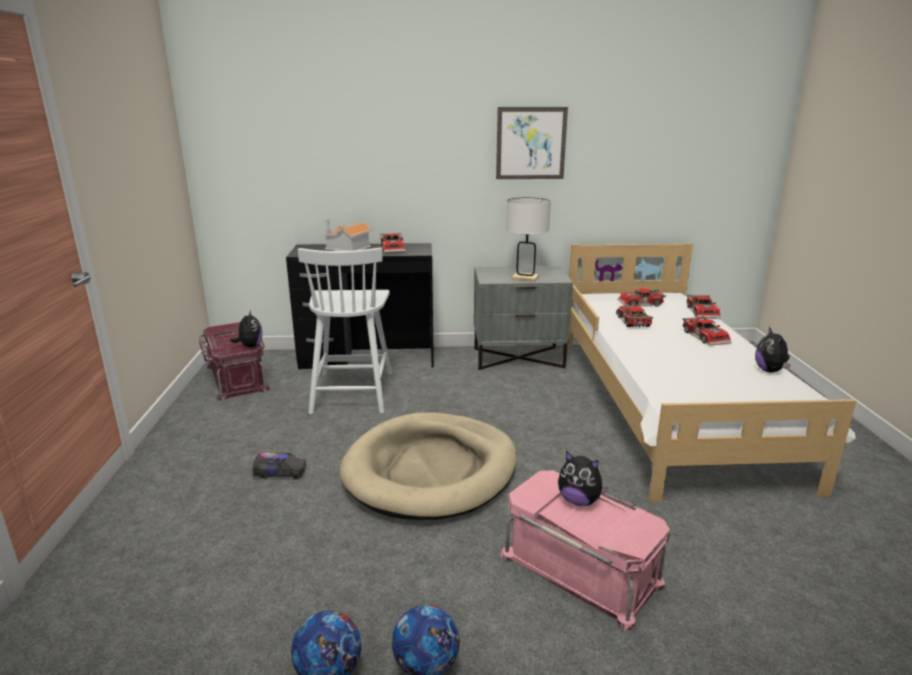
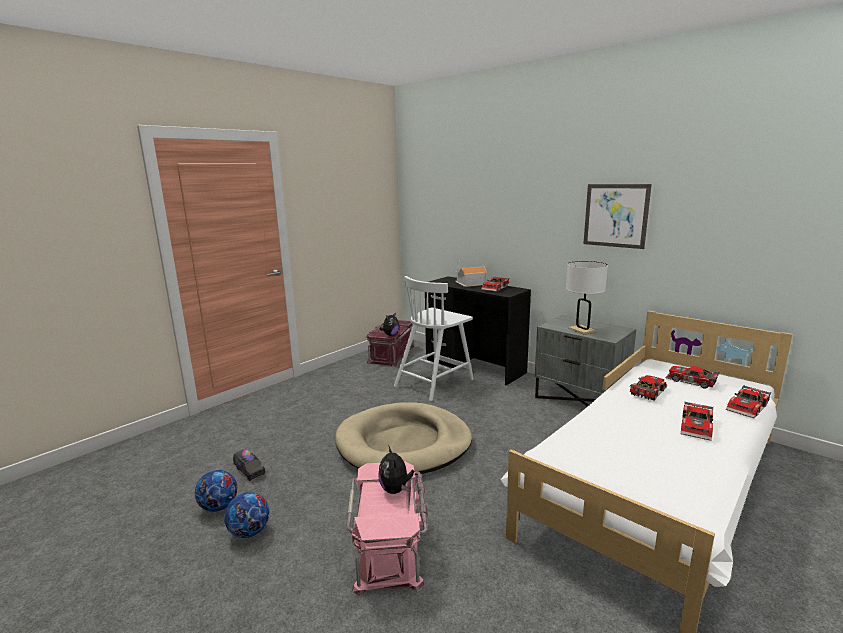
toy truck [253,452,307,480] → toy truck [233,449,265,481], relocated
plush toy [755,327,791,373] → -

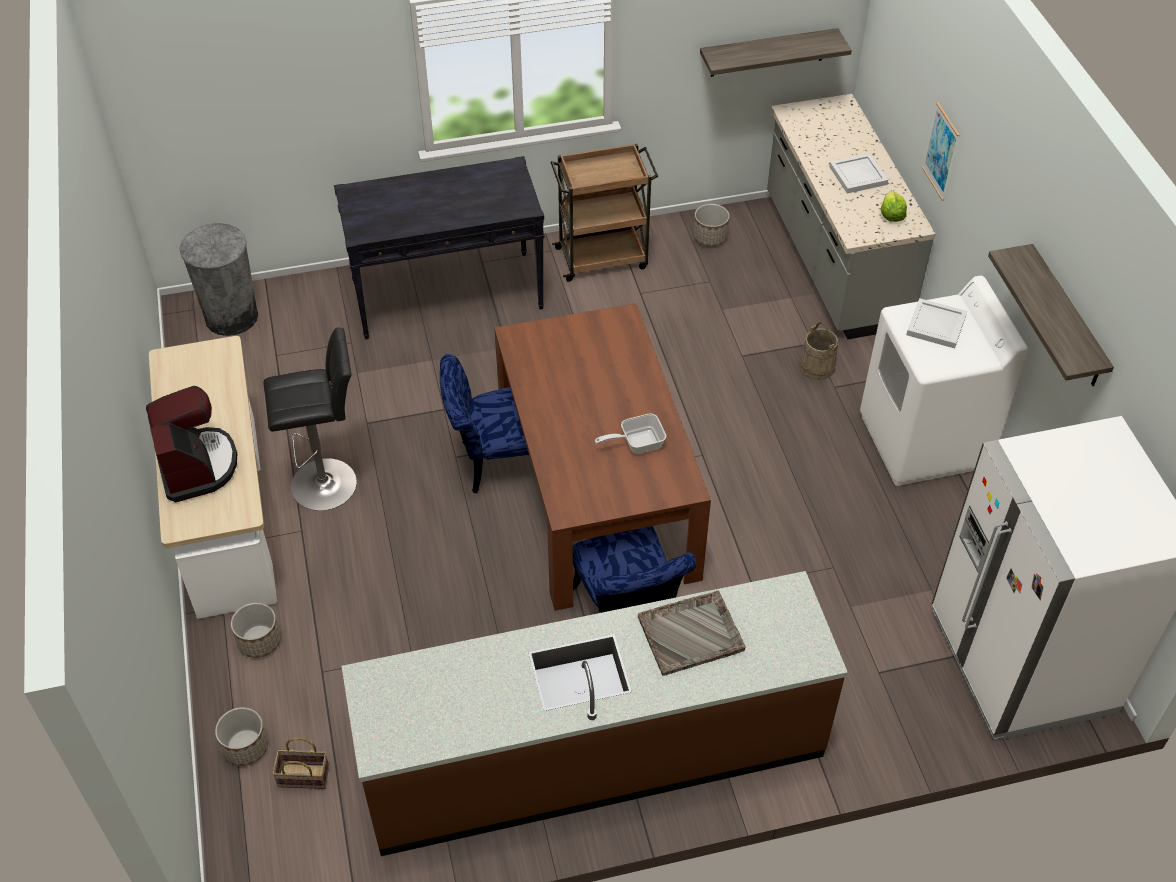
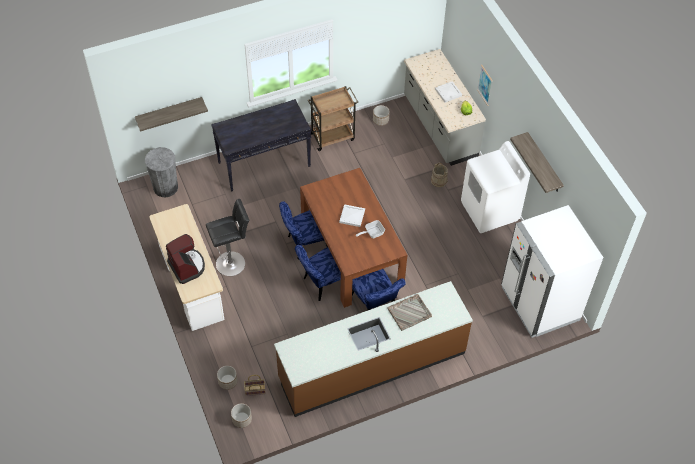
planter [231,603,281,658] → planter [231,403,252,428], relocated
shelf [700,28,852,77] → shelf [135,97,208,132], relocated
white tray [906,298,967,349] → white tray [339,204,365,227], relocated
- → blue chair [295,245,341,301]

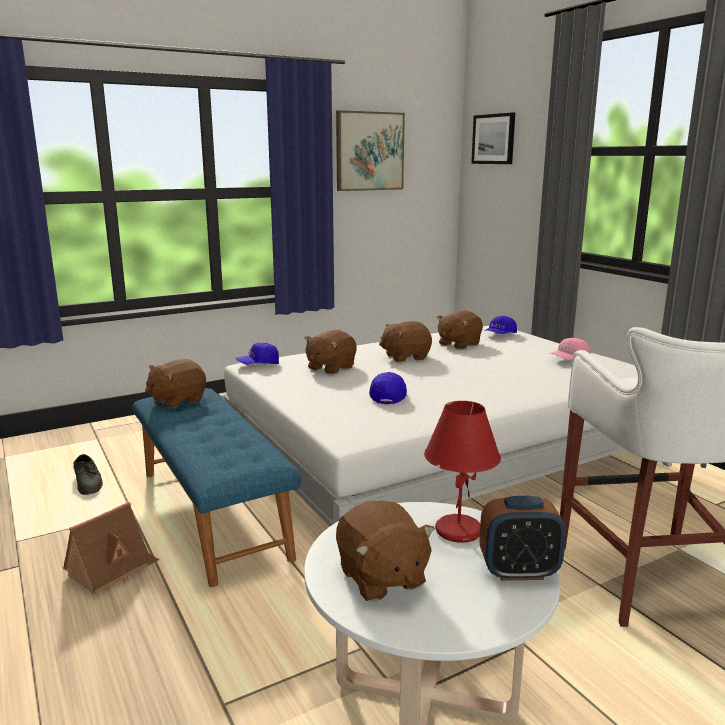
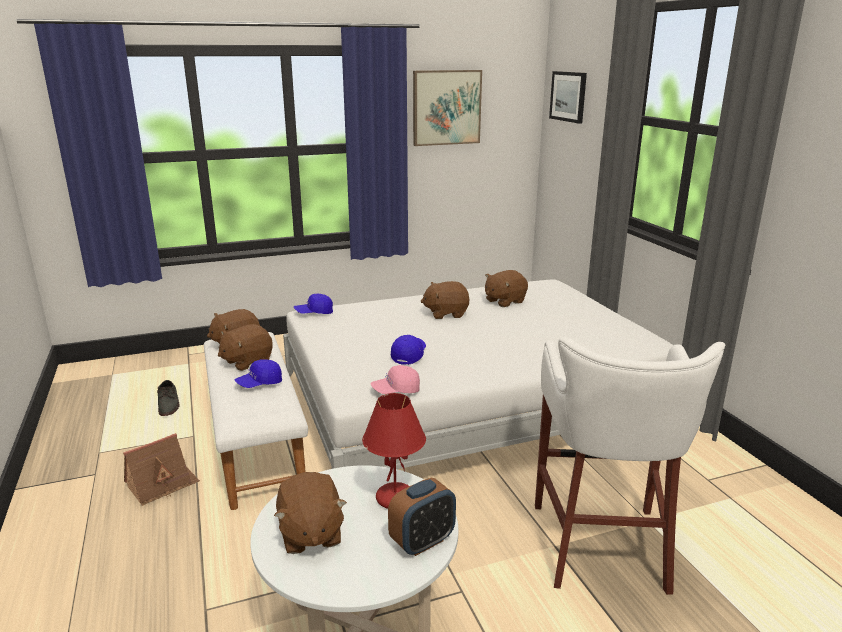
blue bench [133,388,302,587] → white bench [204,332,308,510]
brown plush toy [304,330,357,375] → brown plush toy [218,324,273,371], relocated
alarm clock [479,496,566,581] → alarm clock [388,478,456,556], 45 degrees counterclockwise
blue cap [484,316,517,334] → blue cap [234,359,282,388], relocated
pink cap [549,338,591,360] → pink cap [370,365,420,394], relocated

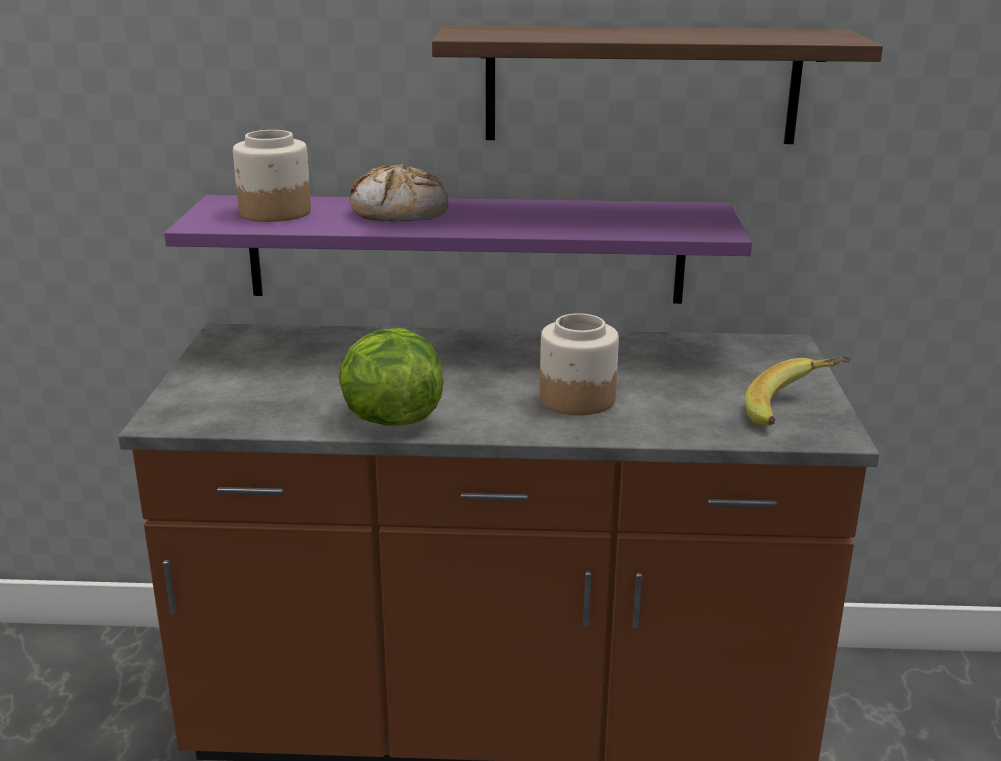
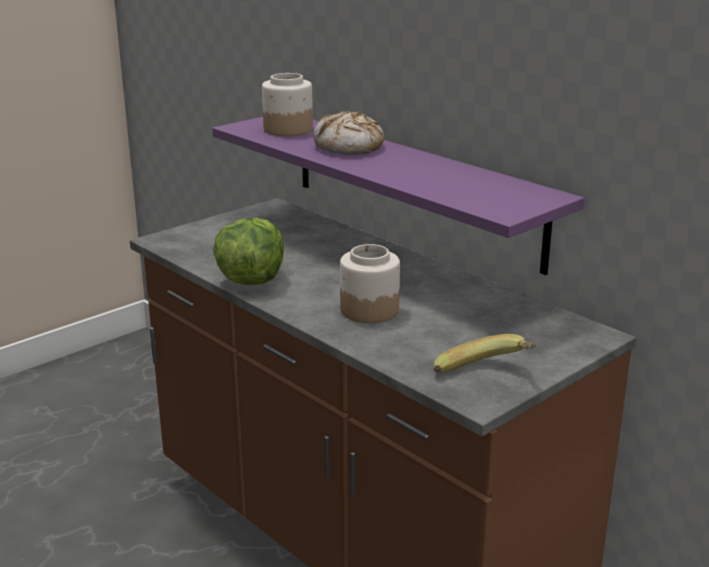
shelf [432,25,883,144] → -

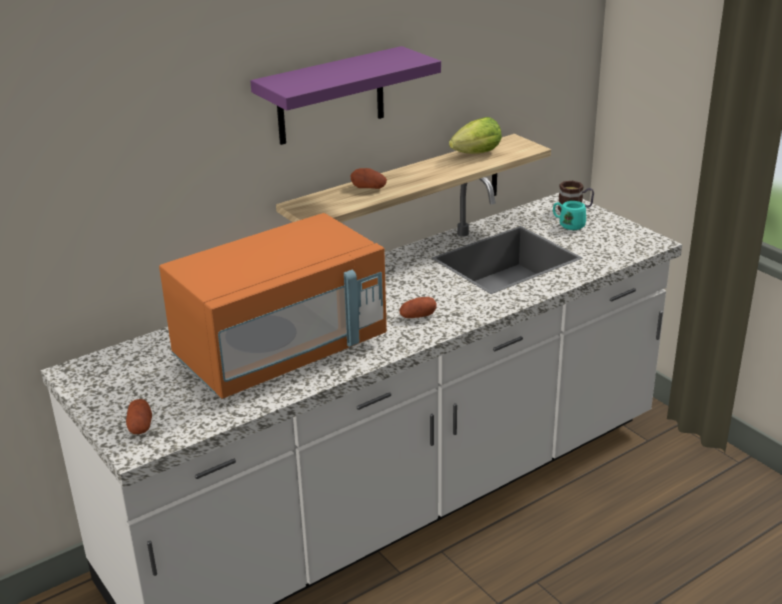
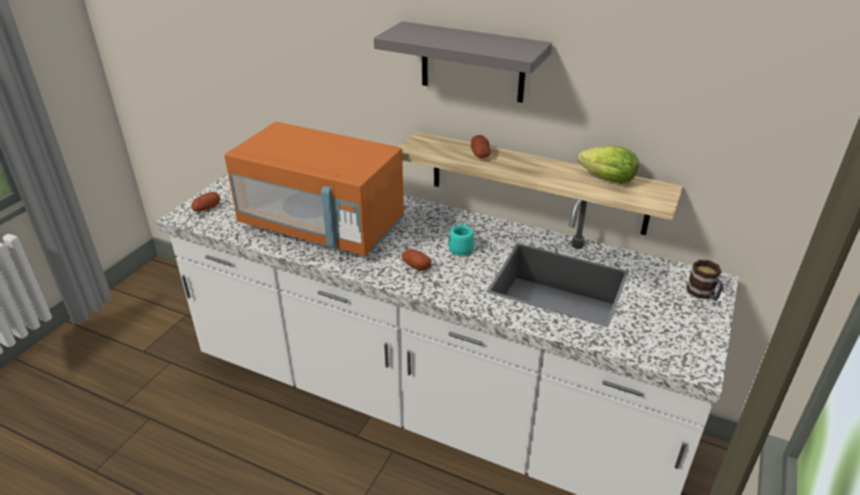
purple shelf [250,46,441,145] → grey shelf [374,21,552,103]
turquoise mug [553,201,586,230] → turquoise mug [448,222,475,256], relocated

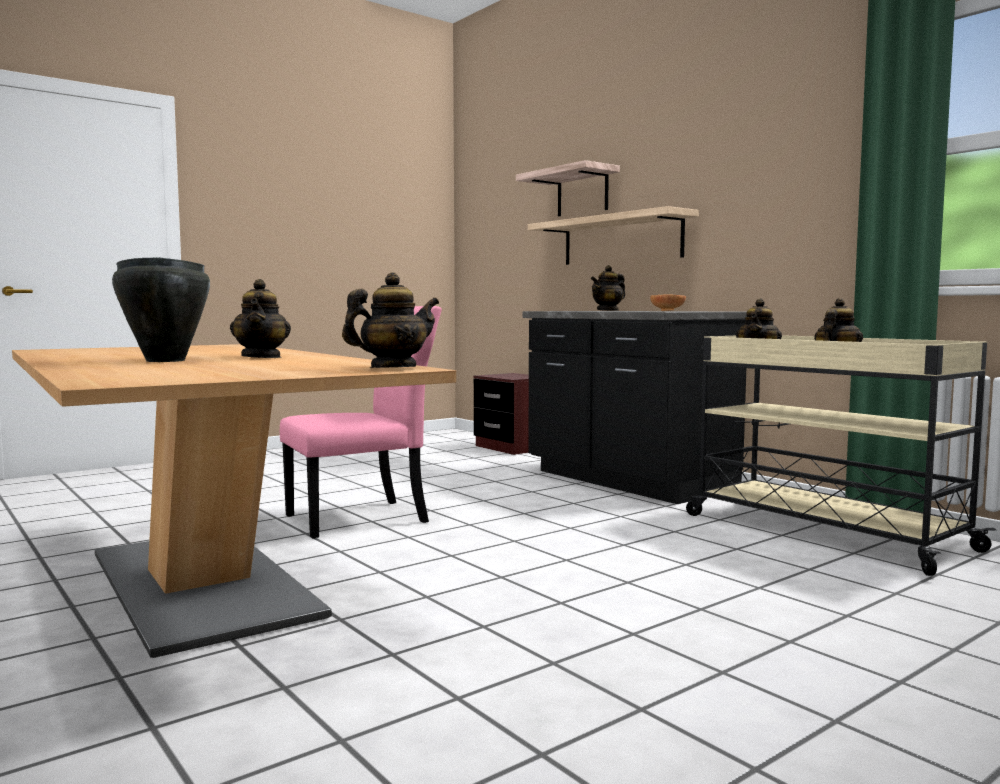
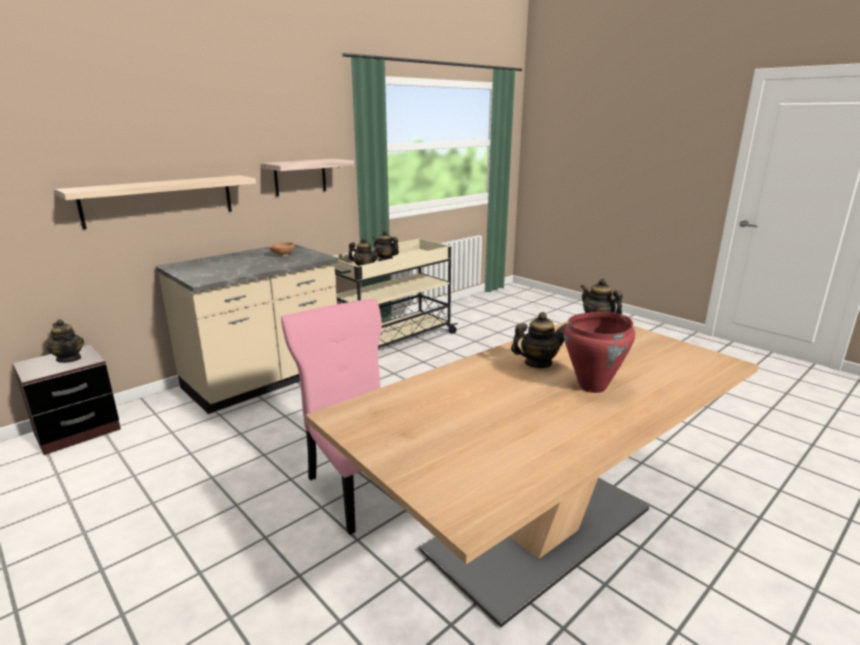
black cooking pot [112,257,210,362] → red cooking pot [563,312,635,393]
shelf [516,160,620,216] → shelf [261,159,354,196], relocated
black counter [523,311,747,504] → beige counter [156,244,338,414]
teapot [591,265,625,311] → teapot [46,319,84,363], relocated

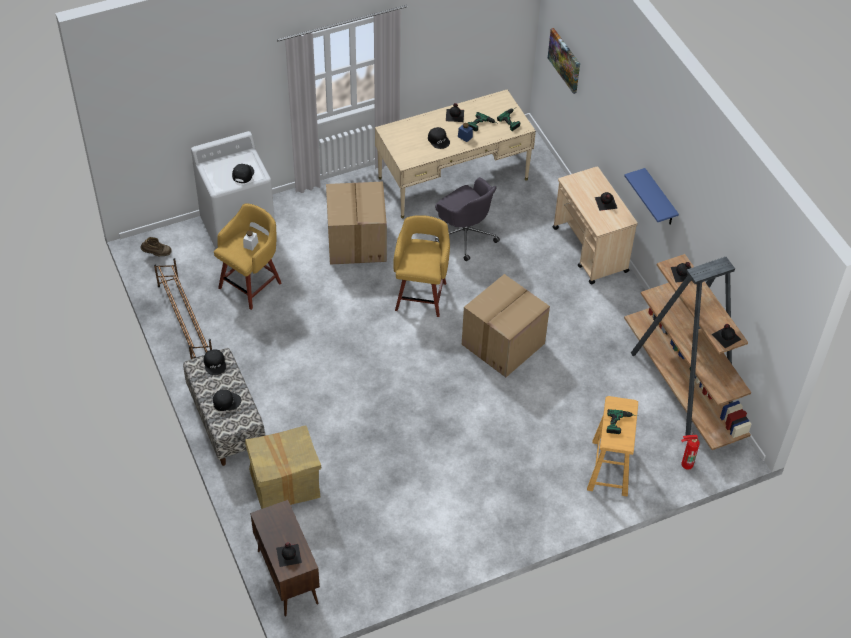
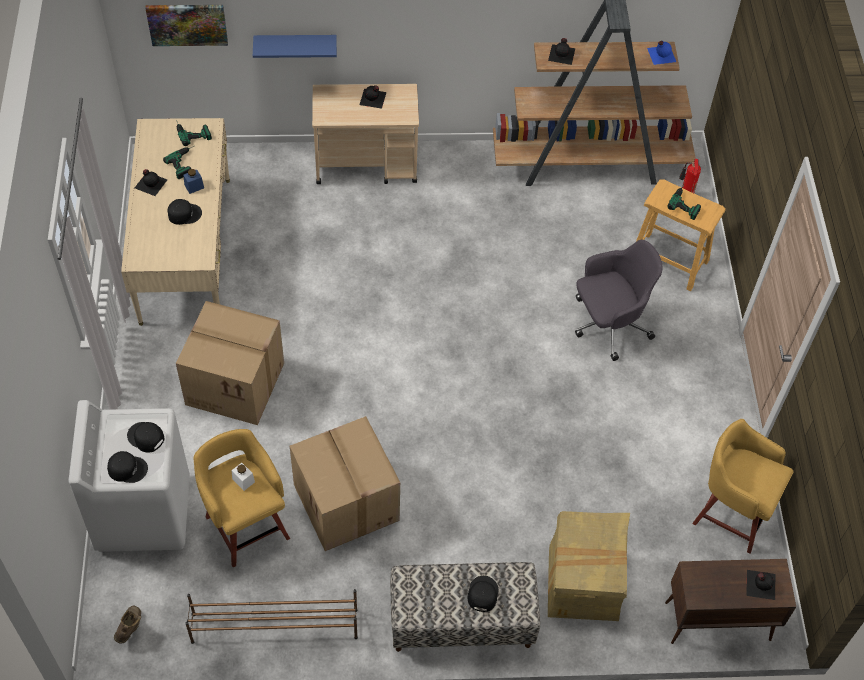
black cap [204,349,226,375] → black cap [107,451,148,483], relocated
yellow stool [393,215,450,317] → yellow stool [693,419,793,554], relocated
grey office chair [435,177,500,261] → grey office chair [575,240,662,361], relocated
cardboard box [462,274,550,377] → cardboard box [290,416,400,551], relocated
blue shelf [624,168,679,225] → blue shelf [253,35,337,58], relocated
black bottle [712,324,741,348] → blue bottle [647,41,676,65]

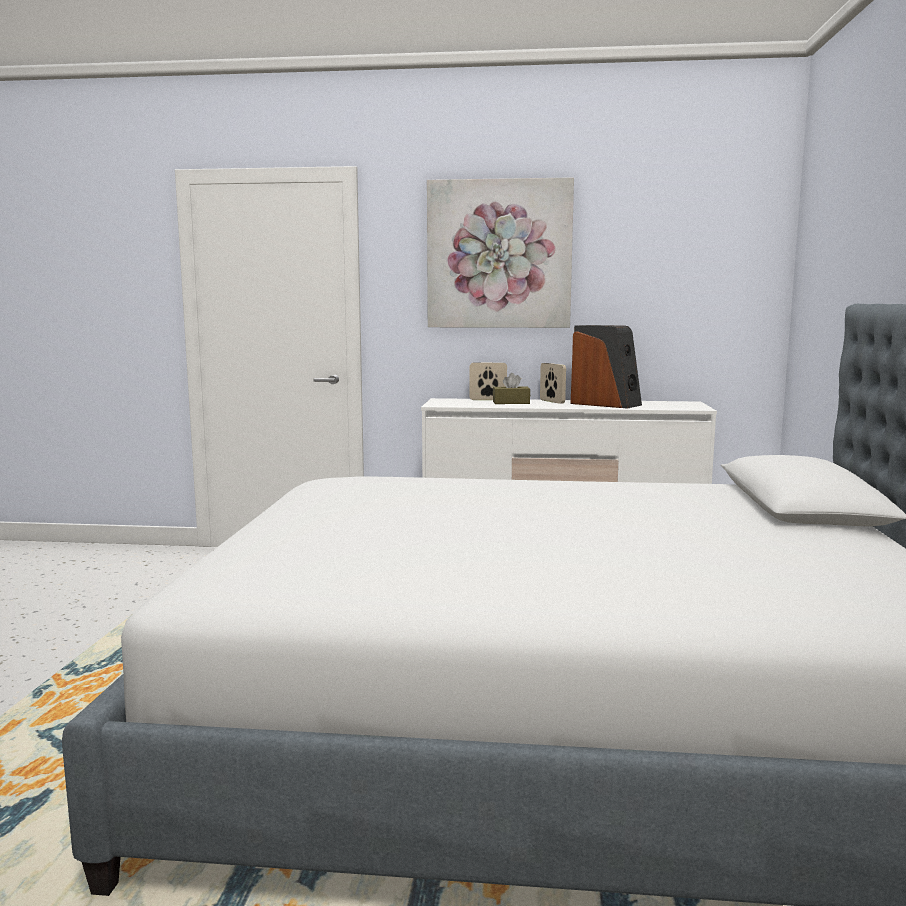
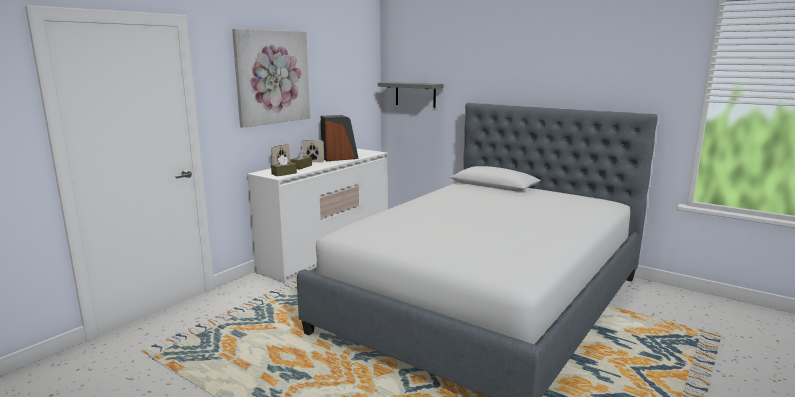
- → brown tissue box [271,155,297,176]
- → grey shelf [378,82,444,108]

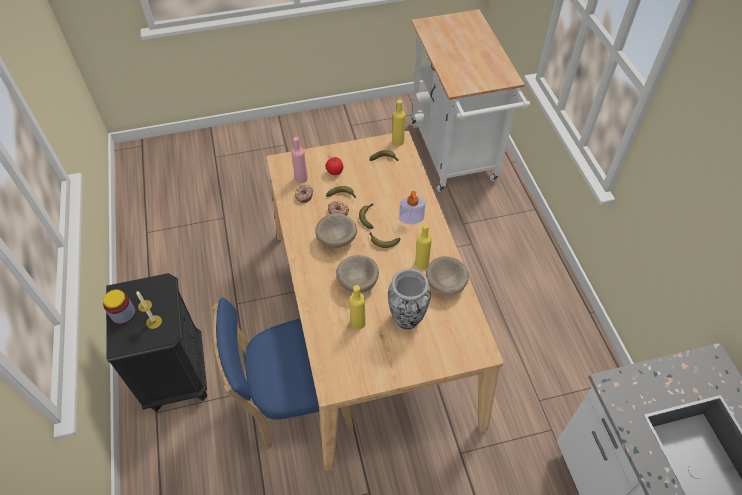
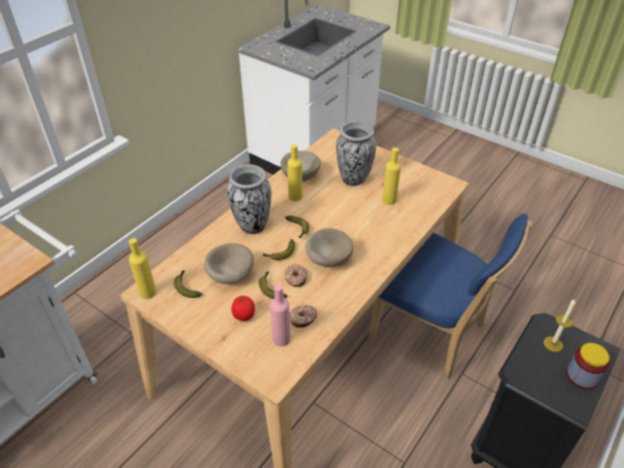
beige bowl [336,255,379,293] → beige bowl [204,243,254,284], relocated
soap dispenser [399,191,426,224] → vase [227,164,271,234]

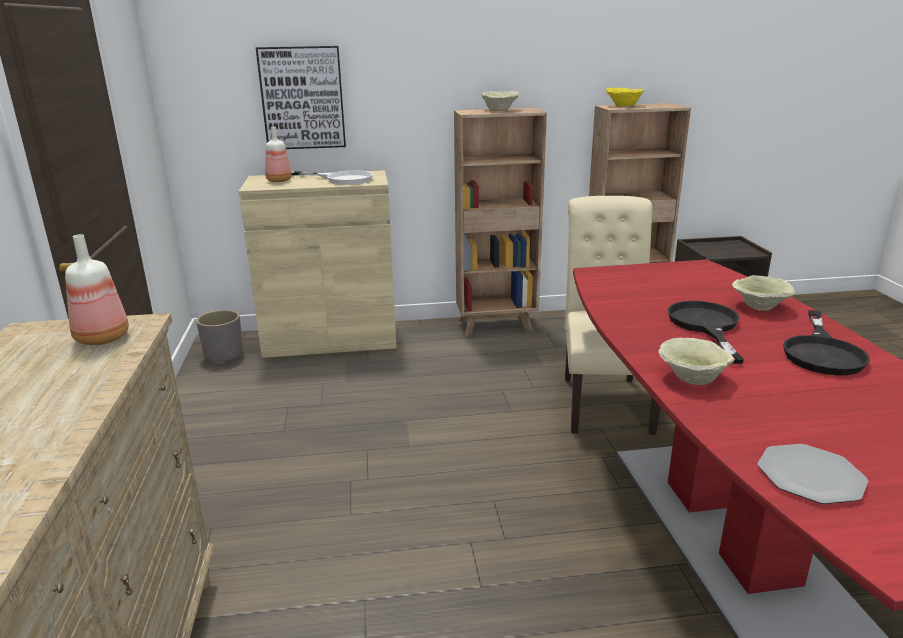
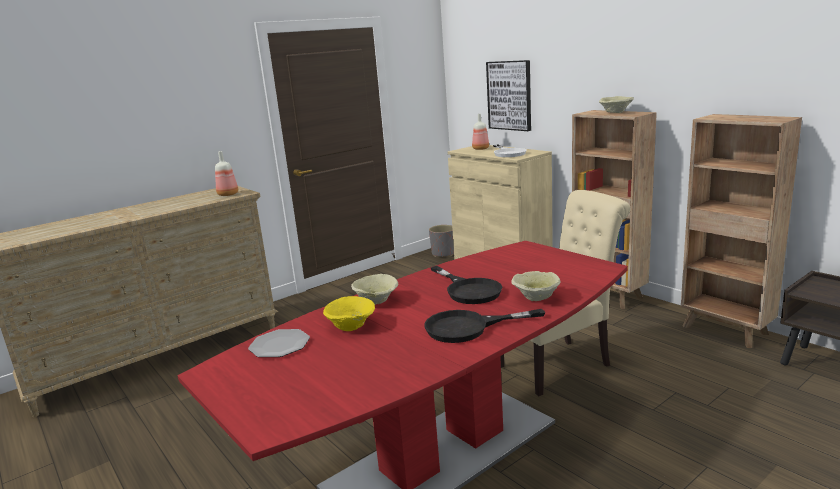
yellow bowl [606,88,644,106] → yellow bowl [323,296,375,331], relocated
black frying pan [667,301,744,364] → black frying pan [431,266,503,304], 90 degrees clockwise

